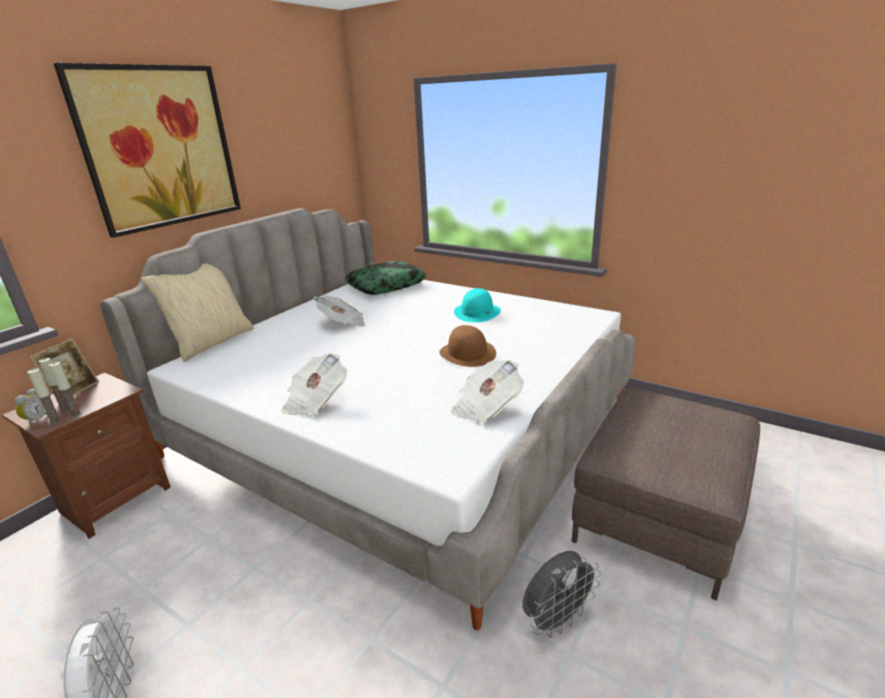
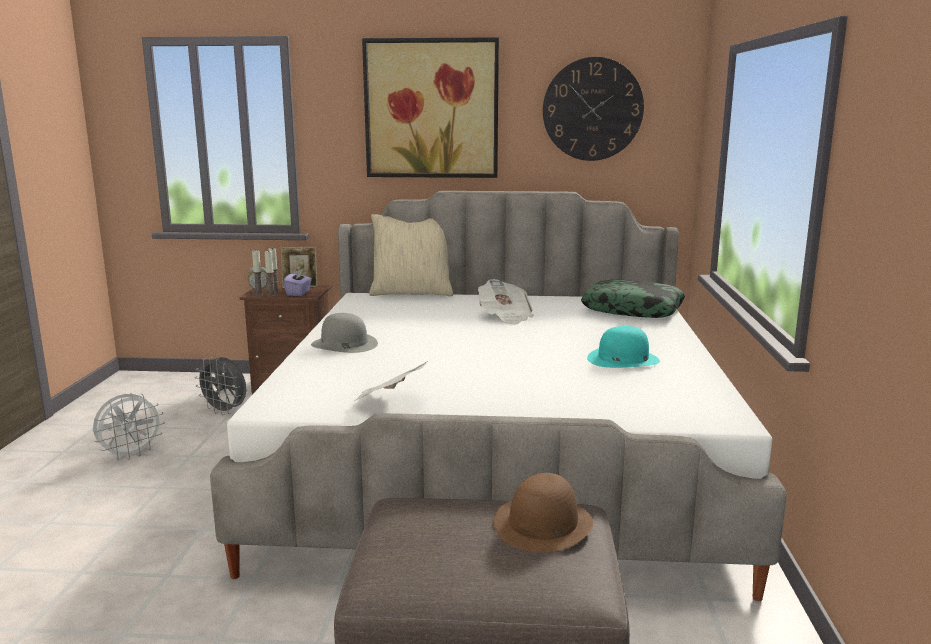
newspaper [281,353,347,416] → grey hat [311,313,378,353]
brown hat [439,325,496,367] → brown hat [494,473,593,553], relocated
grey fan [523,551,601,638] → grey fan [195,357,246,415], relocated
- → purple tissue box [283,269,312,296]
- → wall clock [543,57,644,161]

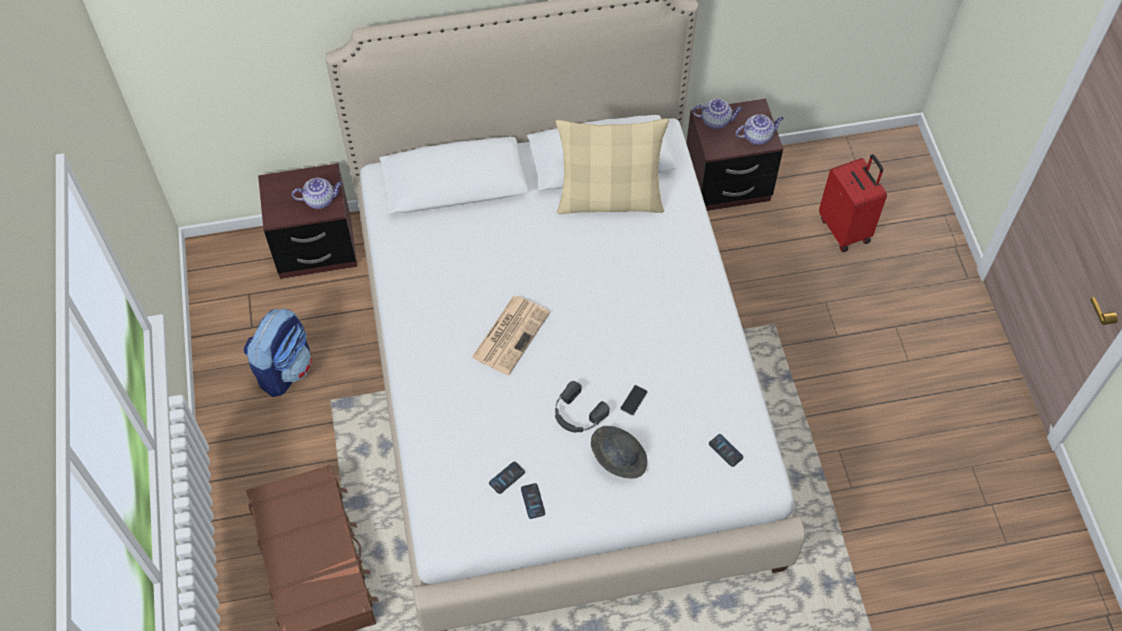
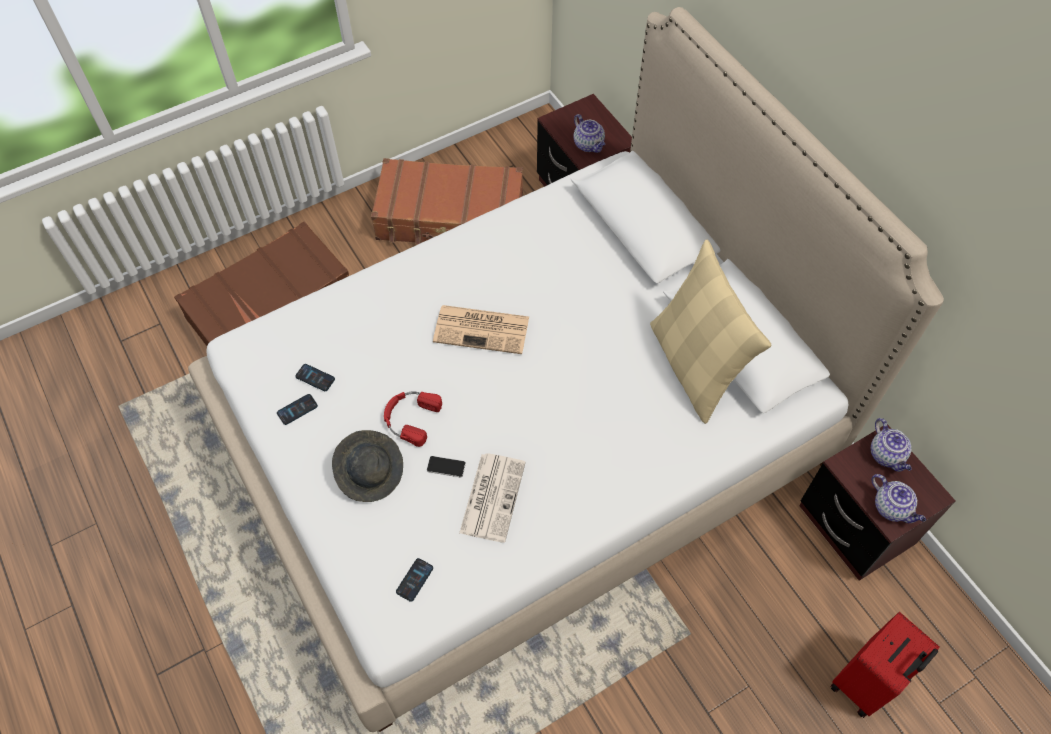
backpack [244,308,312,397] → brown suitcase [371,158,523,244]
black headphones [555,381,609,433] → red headphones [384,391,442,447]
- → newspaper [459,454,526,543]

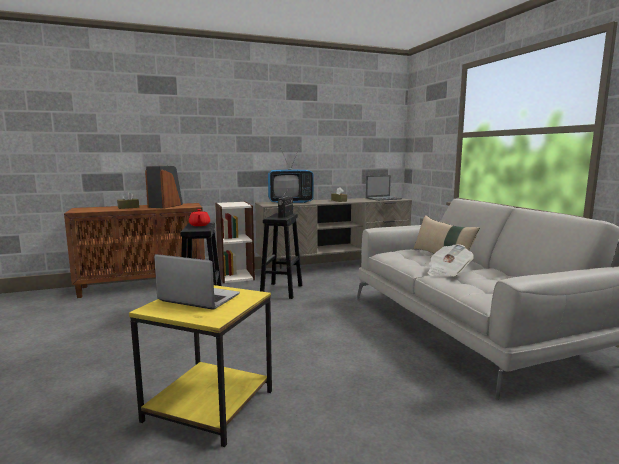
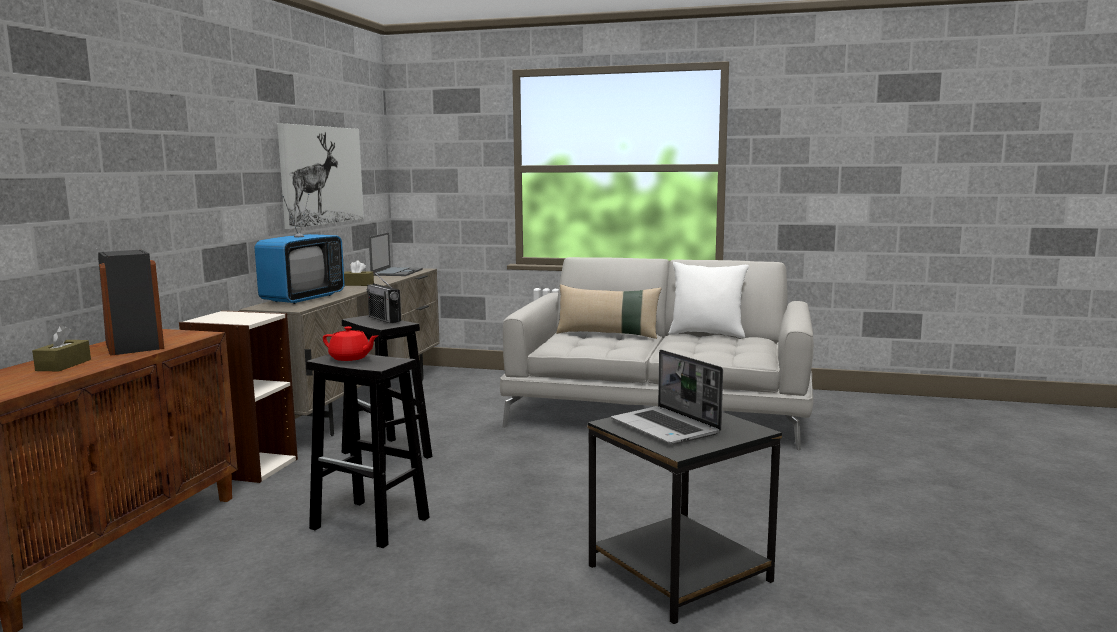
yellow side table [129,285,272,447] → black side table [587,412,782,624]
laptop [154,254,240,310] → laptop [611,350,723,444], 90 degrees counterclockwise
newspaper [428,244,474,277] → -
- → picture [277,123,364,229]
- → white pillow [668,262,749,338]

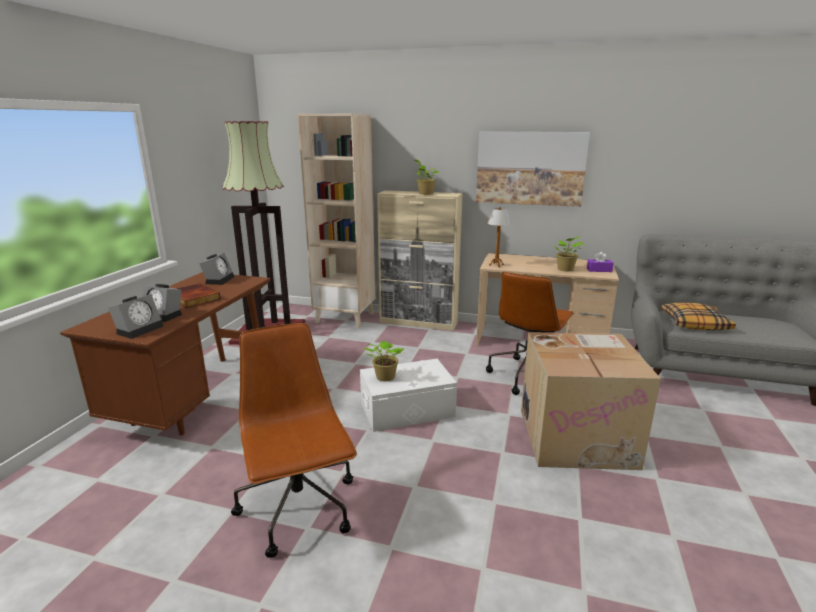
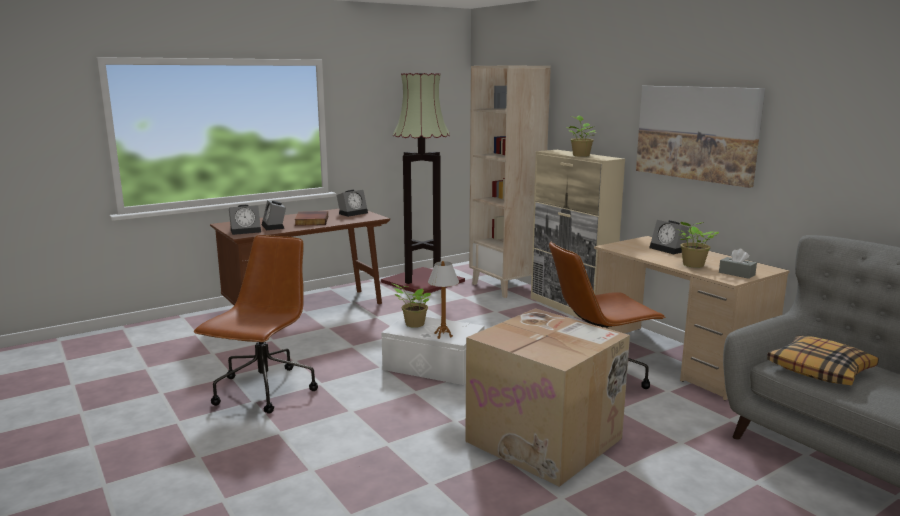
table lamp [487,207,511,267] → table lamp [428,261,459,339], relocated
purple tissue box [587,252,614,272] → grey tissue box [719,249,757,279]
- → alarm clock [649,220,690,254]

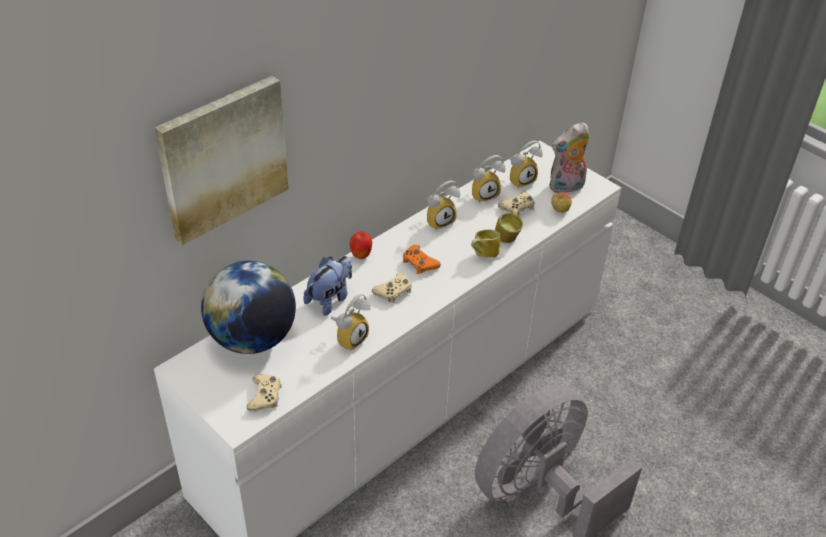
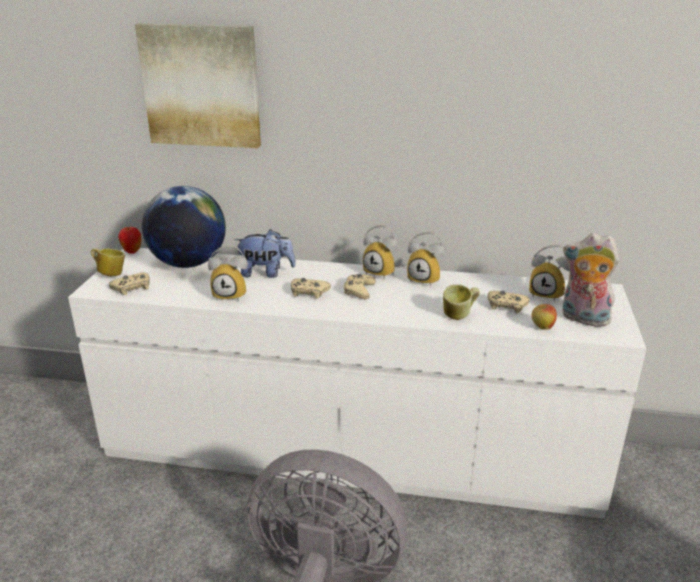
apple [349,231,372,259] → apple [118,227,141,254], relocated
orange game controller [403,245,441,274] → beige game controller [344,274,376,299]
mug [471,230,500,258] → mug [91,248,125,276], relocated
alarm clock [472,155,505,204] → alarm clock [363,225,398,279], relocated

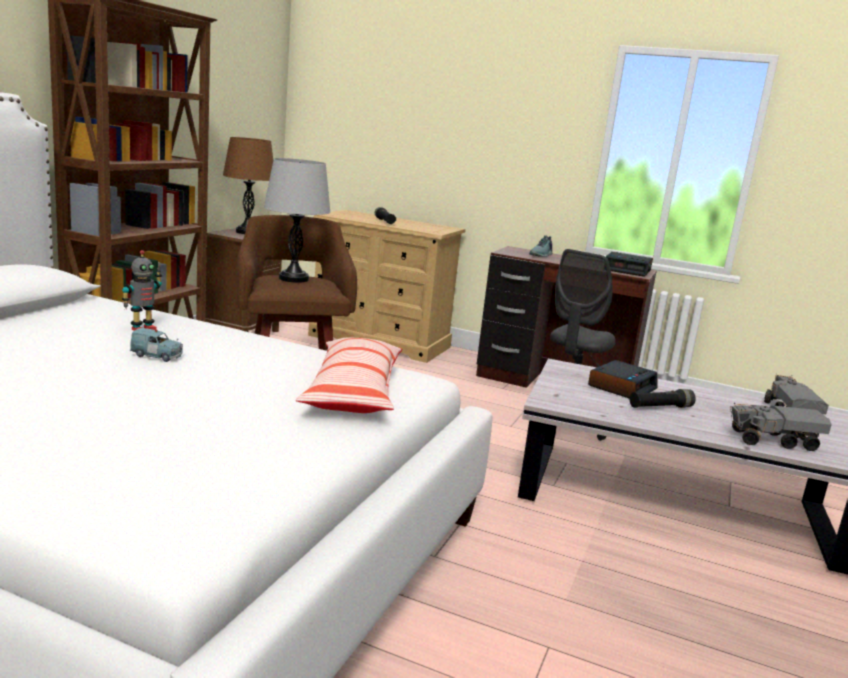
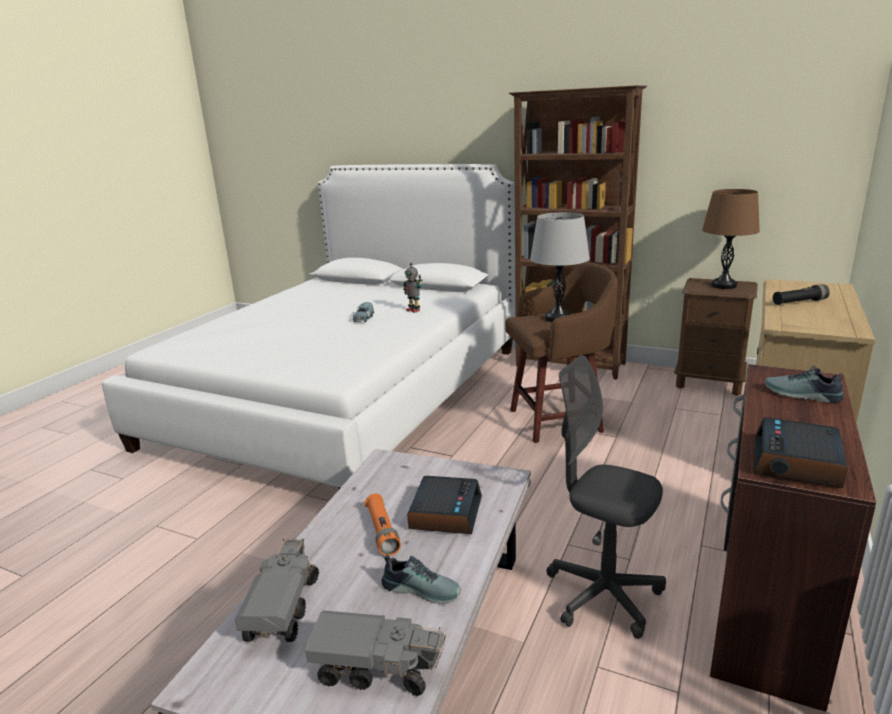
pillow [296,337,403,413] → -
alarm clock [588,360,658,399] → alarm clock [407,476,482,534], 120 degrees counterclockwise
black flashlight [630,389,696,408] → orange flashlight [365,494,401,556]
- → shoe [382,555,461,604]

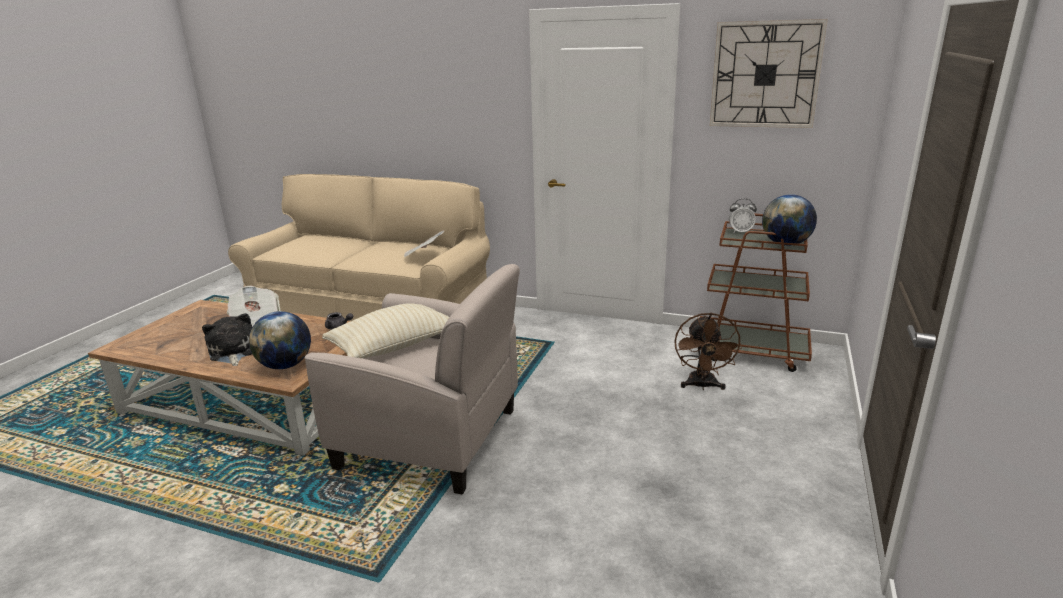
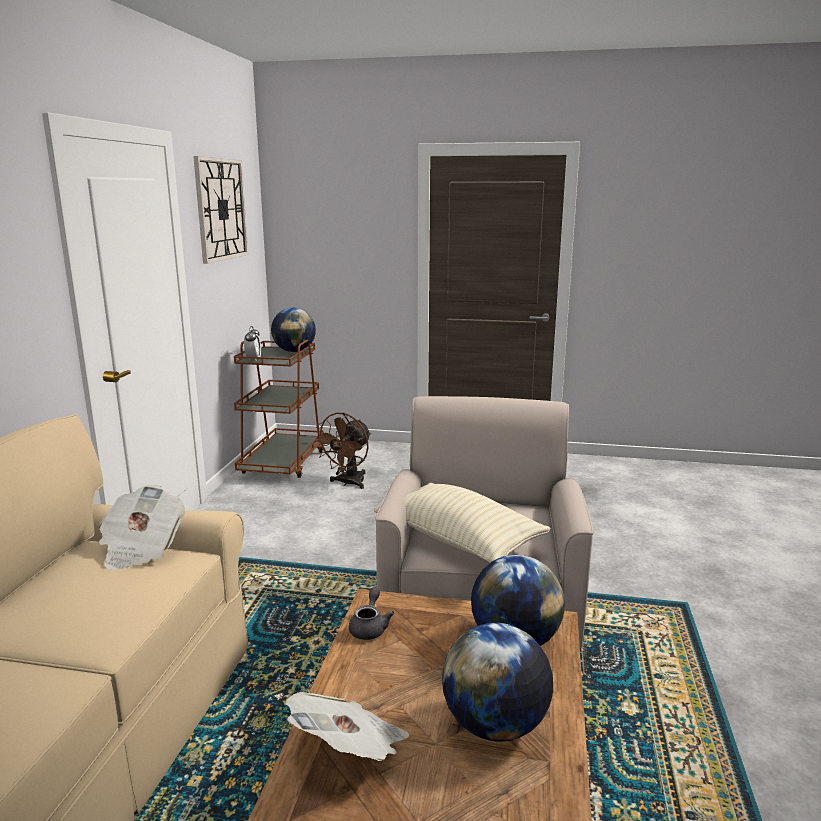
plush toy [202,313,252,366] → globe [442,623,553,742]
brown fan [675,312,742,390] → brown fan [313,412,371,489], 120 degrees clockwise

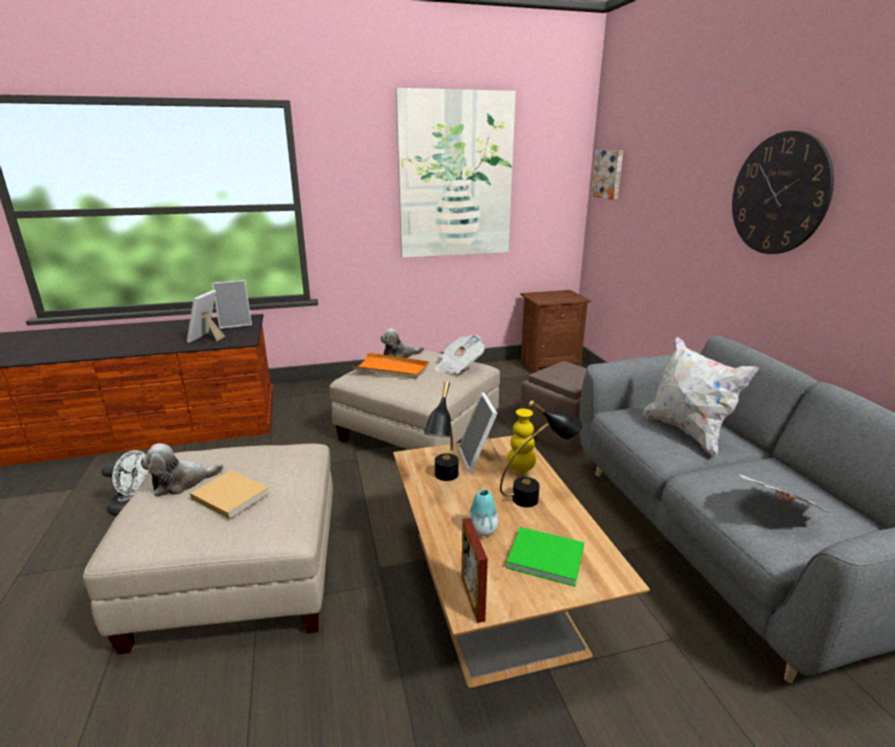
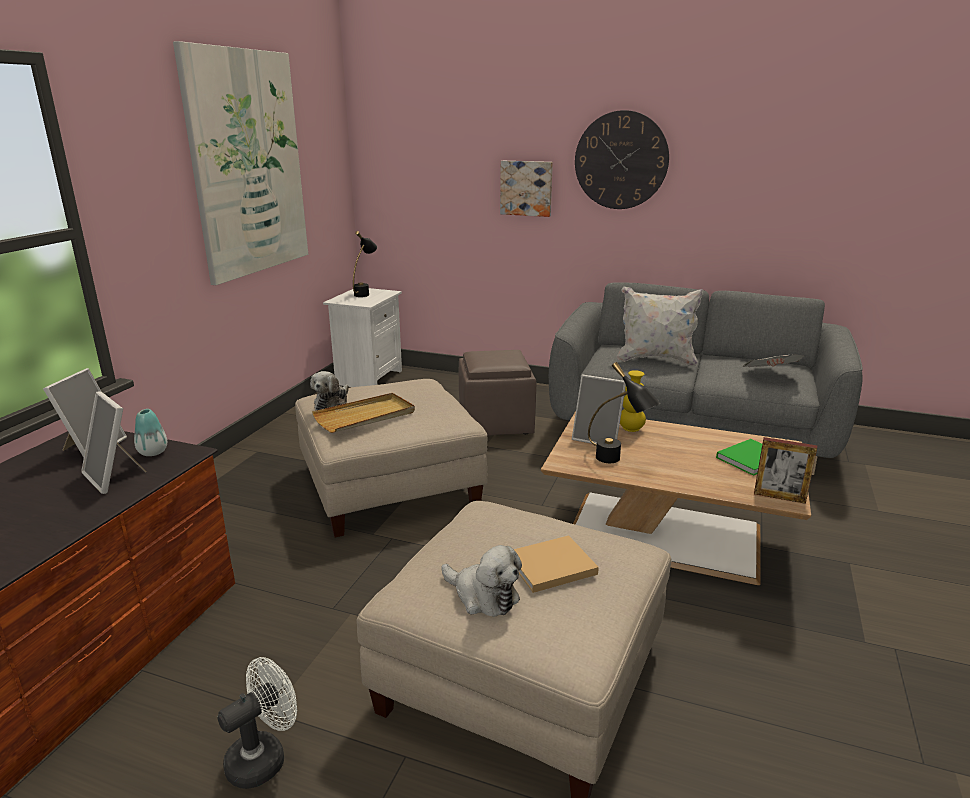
plush toy [141,443,223,496] → plush toy [441,545,522,617], 60 degrees counterclockwise
orange tray [351,352,429,379] → beige tray [312,393,415,433]
newspaper [435,335,485,373] → -
vase [468,489,498,536] → vase [134,409,167,456], relocated
black table lamp [500,400,583,507] → black table lamp [353,231,377,297], relocated
brown nightstand [520,290,591,373] → white nightstand [323,288,402,387]
picture [591,150,623,200] → picture [500,161,553,217], relocated

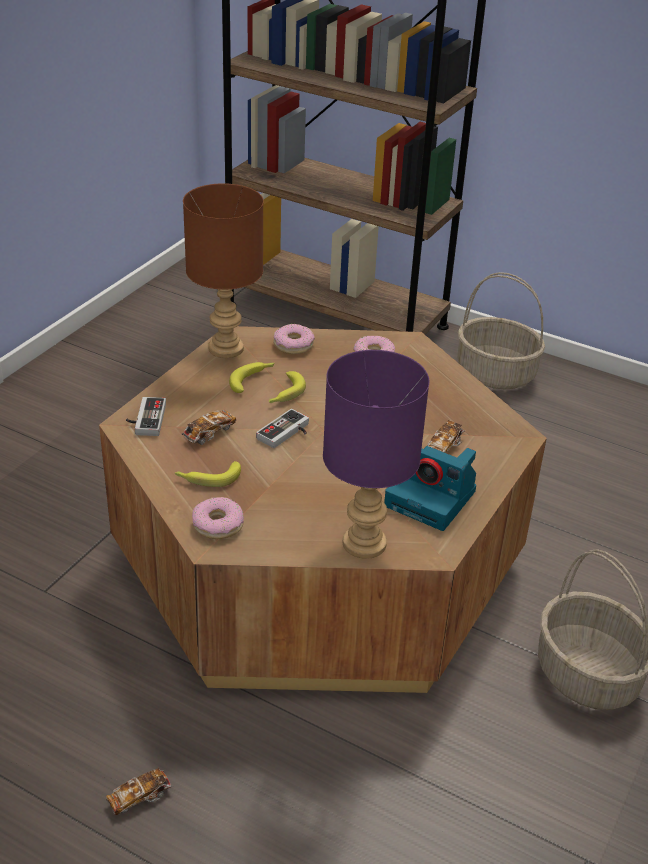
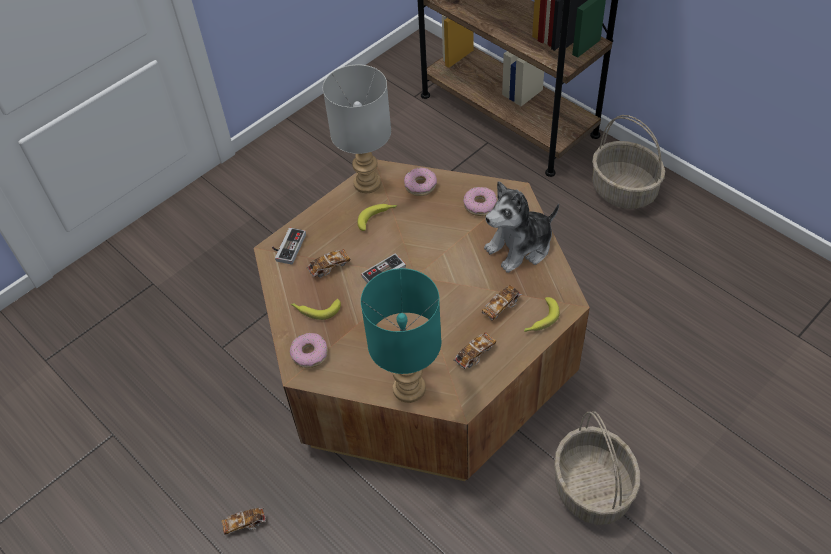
brown table lamp [183,183,264,358] → grey table lamp [323,64,391,193]
banana [269,371,306,403] → banana [524,297,560,332], relocated
purple table lamp [323,350,429,559] → turquoise table lamp [361,268,441,403]
photo camera [384,446,476,531] → toy car [453,332,496,369]
- → plush toy [484,181,559,273]

